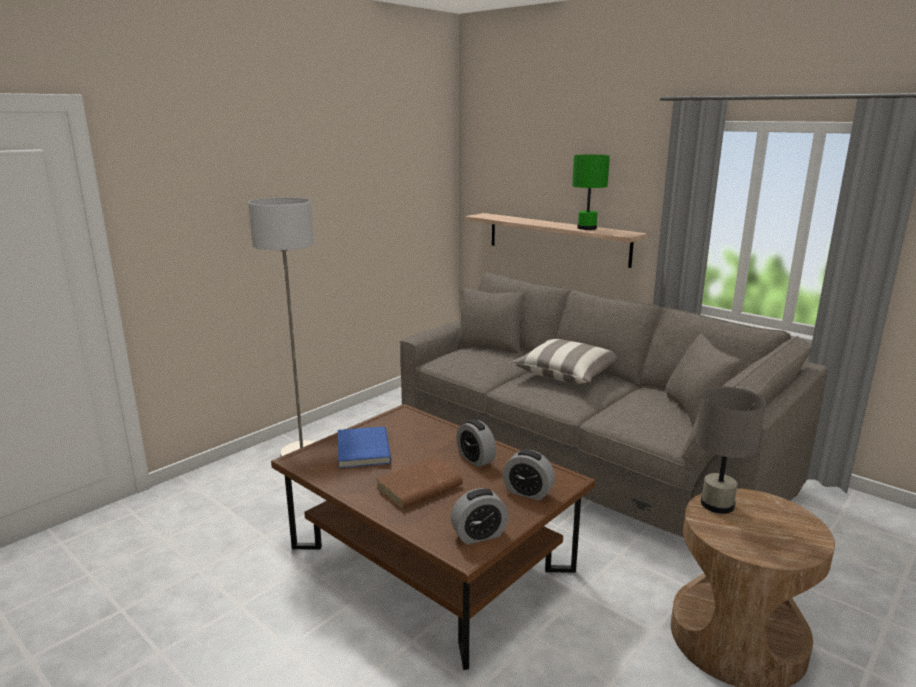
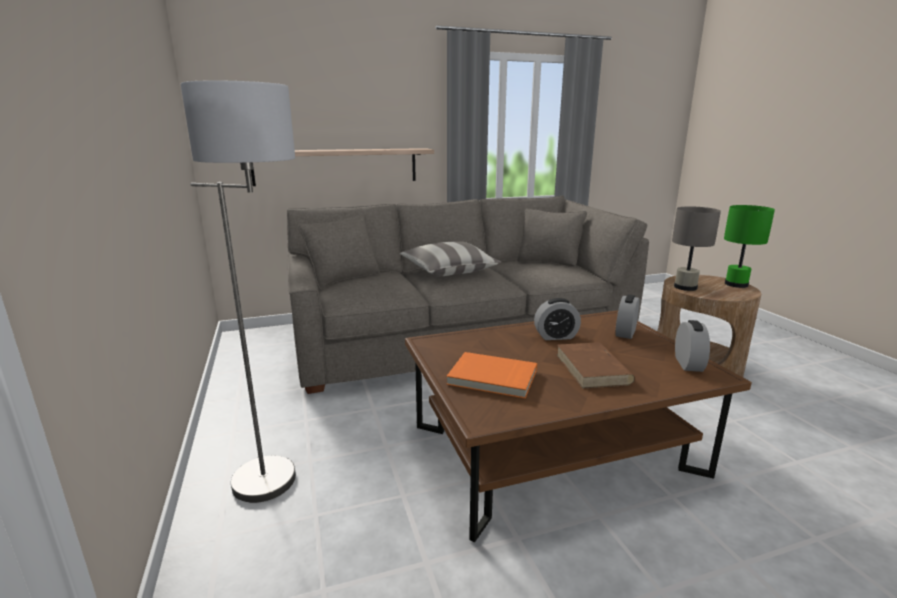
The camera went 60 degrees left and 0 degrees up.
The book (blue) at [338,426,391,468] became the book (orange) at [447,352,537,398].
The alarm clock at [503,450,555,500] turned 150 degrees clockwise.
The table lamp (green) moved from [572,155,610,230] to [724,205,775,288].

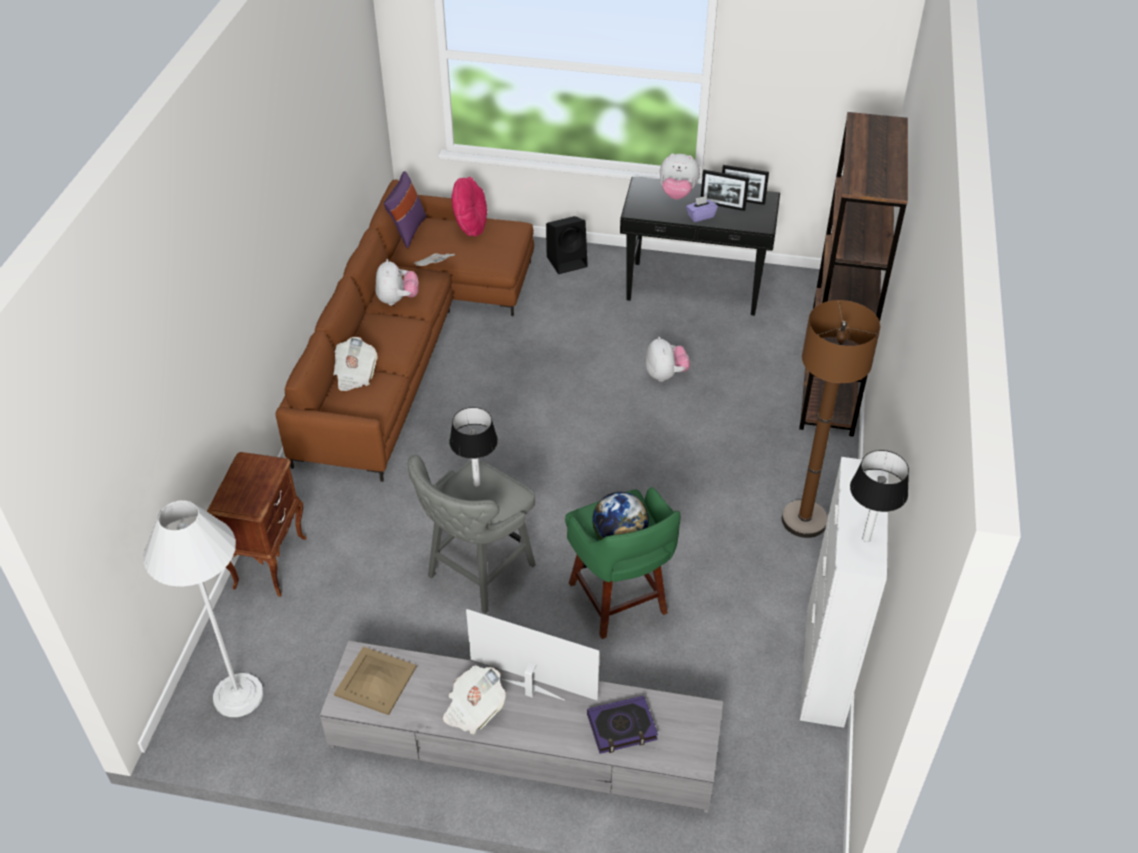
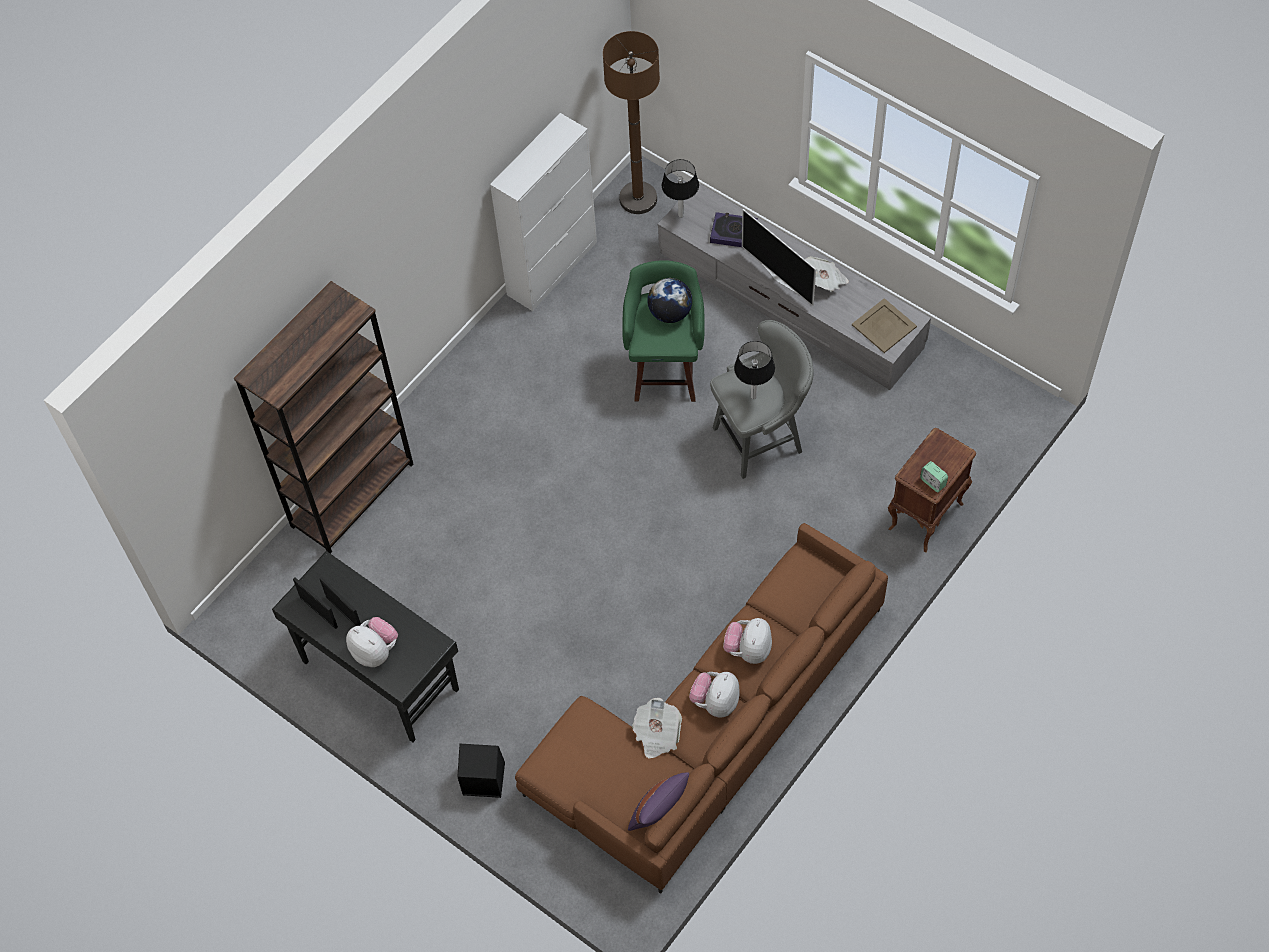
The camera went 150 degrees left and 15 degrees up.
The floor lamp (white) at [143,500,264,717] disappeared.
The newspaper at [333,337,378,391] disappeared.
The pillow (pink) at [452,177,487,237] disappeared.
The plush toy moved from [646,337,690,382] to [723,618,772,664].
The tissue box (purple) at [686,196,718,222] disappeared.
The floor lamp (brown) moved from [782,300,880,538] to [603,31,660,214].
The table lamp moved from [850,450,909,542] to [662,159,699,218].
The alarm clock at [920,461,948,492] appeared.

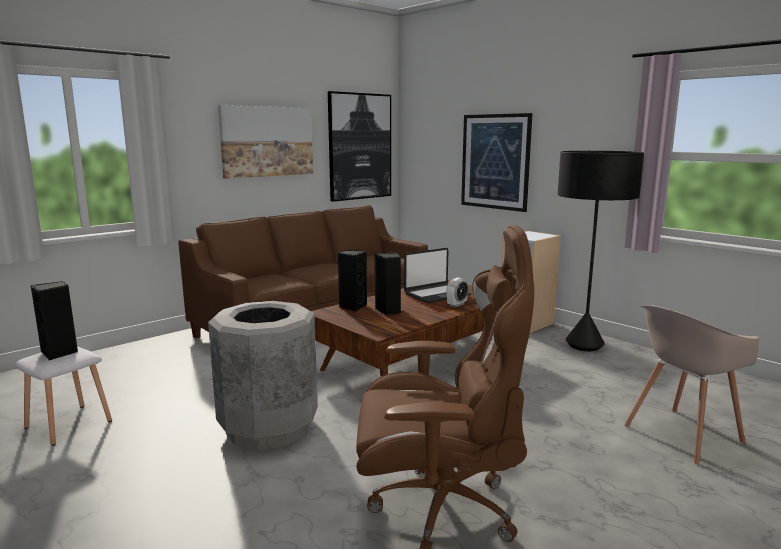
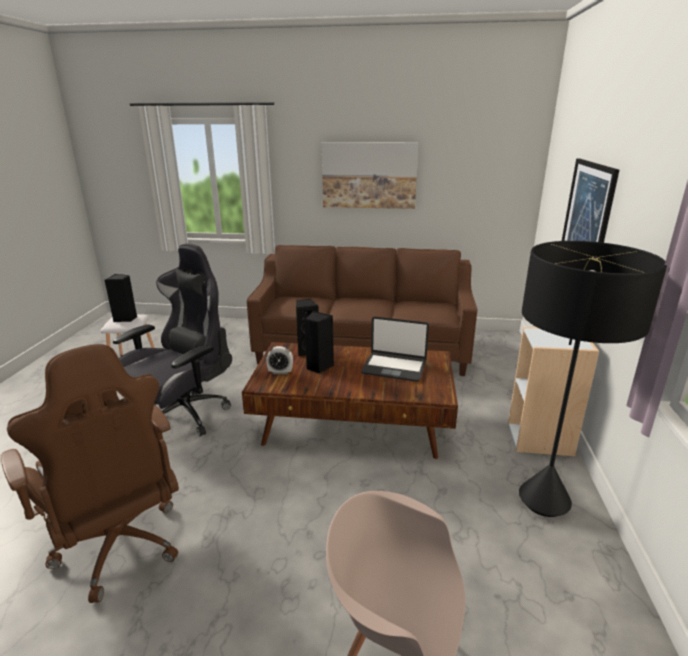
The camera went 50 degrees right and 10 degrees up.
The trash can (grey) at [208,301,318,450] was replaced by the office chair (black) at [113,243,232,436].
The picture at [328,91,391,202] disappeared.
The alarm clock moved from [447,278,468,307] to [266,346,293,374].

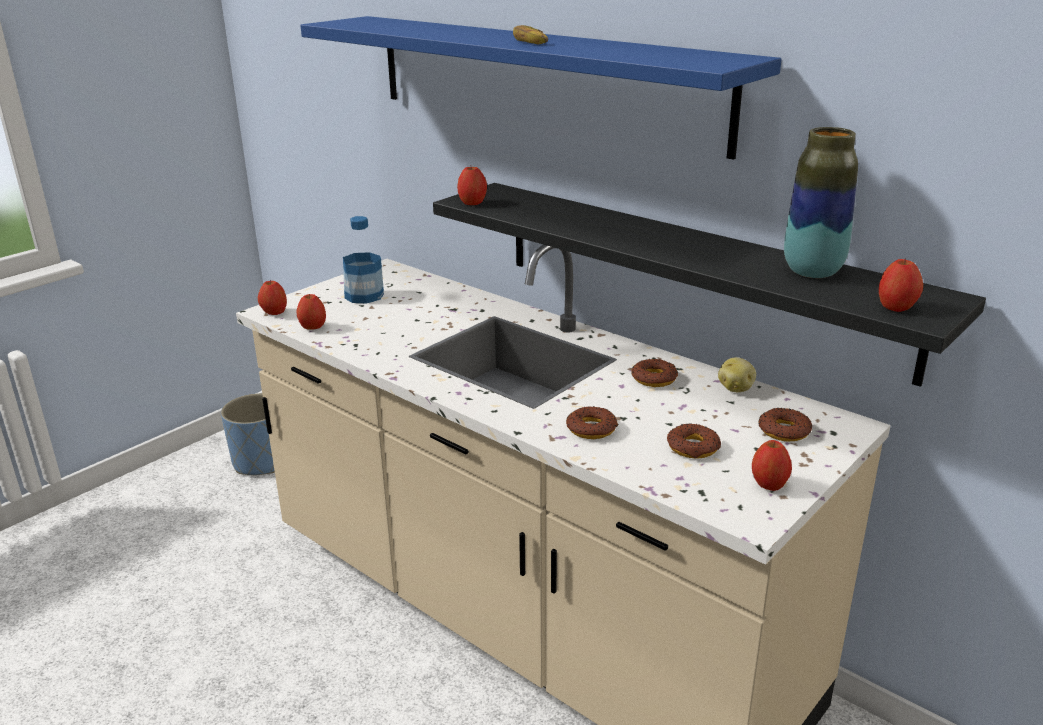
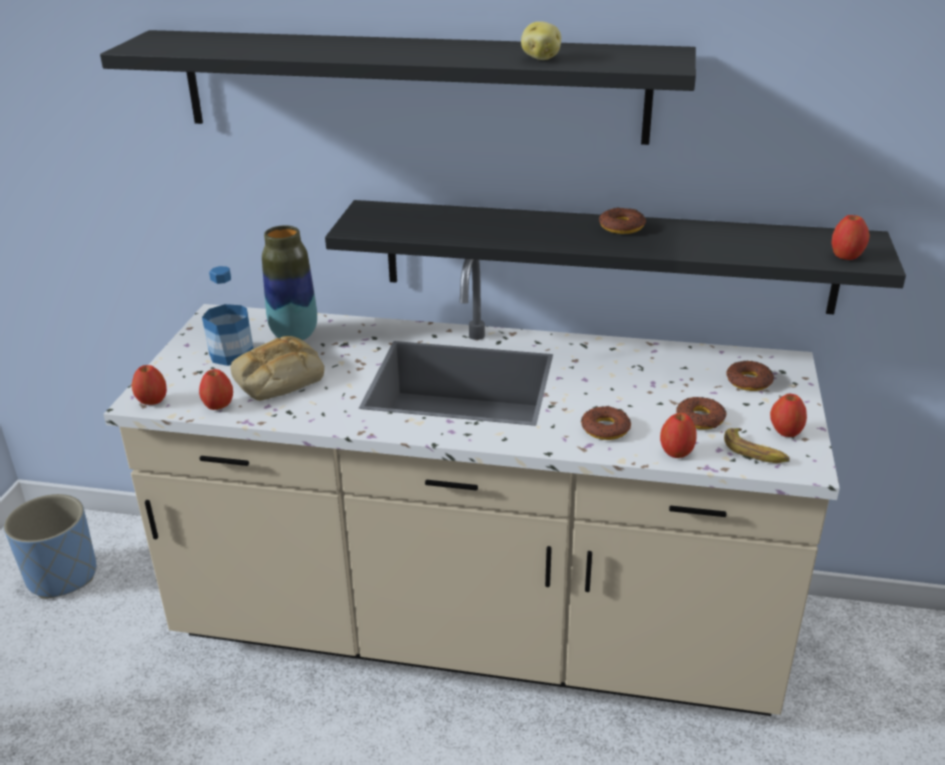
The camera went 30 degrees left and 5 degrees up.
The shelf (blue) at [300,16,781,160] became the shelf (black) at [100,30,696,145].
The apple moved from [457,167,487,205] to [660,413,697,458].
The banana moved from [513,25,548,44] to [724,428,790,463].
The donut moved from [631,359,678,387] to [599,207,646,234].
The potato moved from [718,357,756,392] to [521,21,561,60].
The vase moved from [784,127,858,278] to [262,225,317,340].
The bread at [231,336,324,401] appeared.

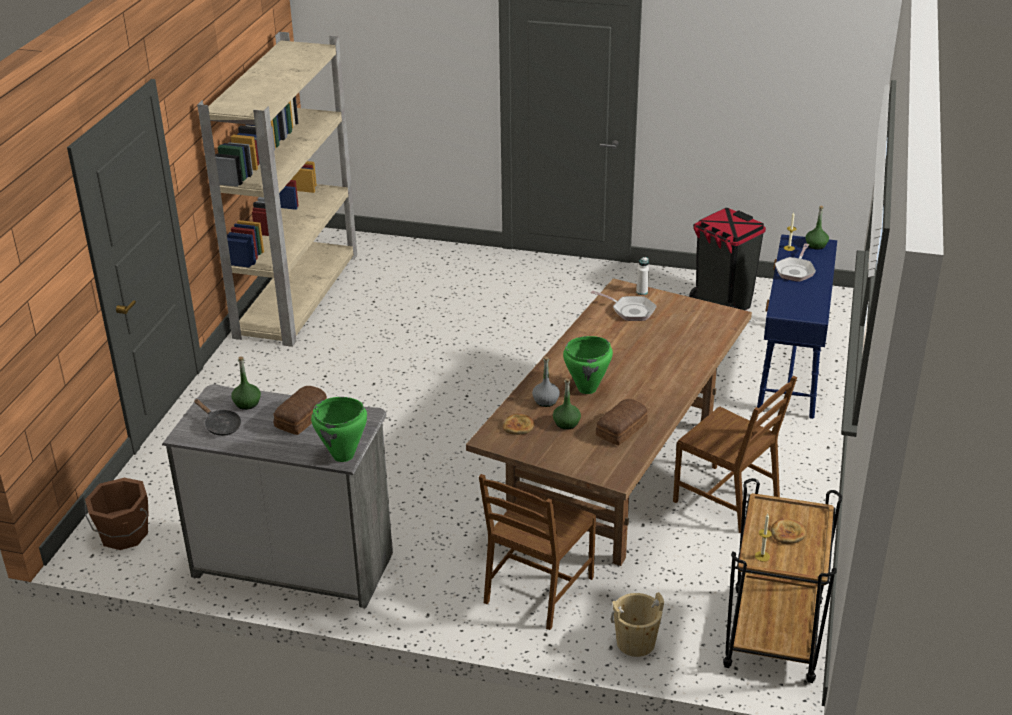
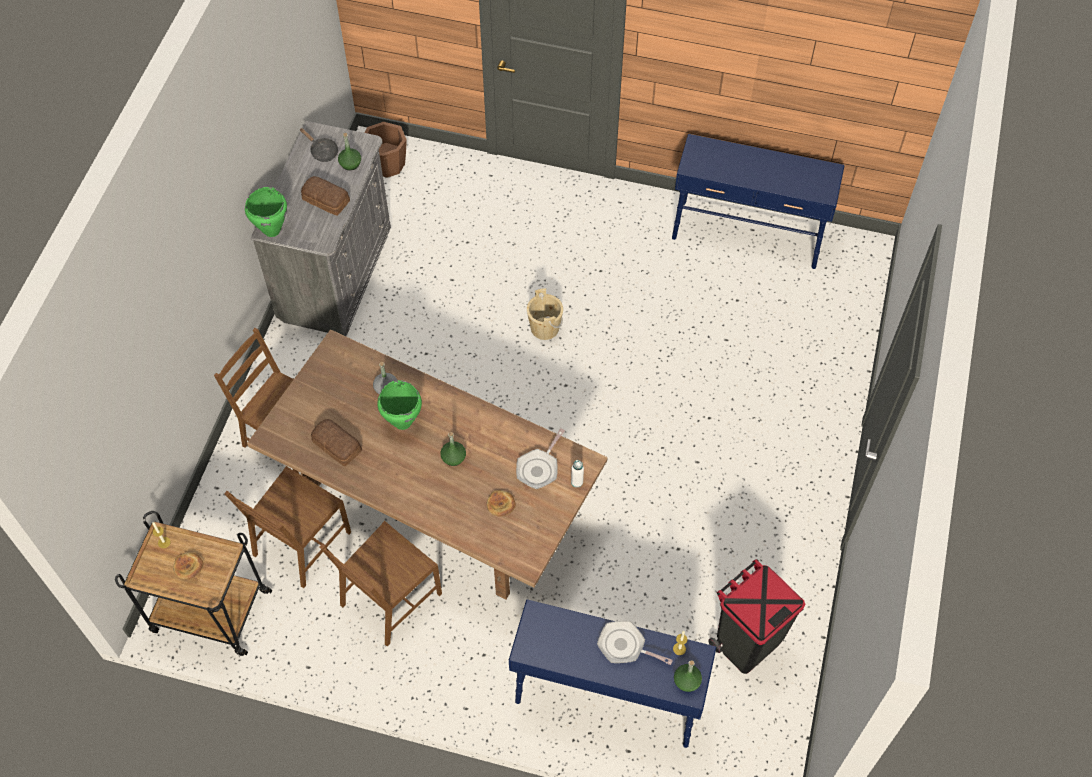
The camera went 90 degrees right and 25 degrees up.
The frying pan (black) at [194,399,241,436] turned 90 degrees counterclockwise.
The bookcase (beige) at [197,32,357,347] was replaced by the console table (blue) at [672,134,845,269].
The bread moved from [503,414,535,435] to [487,490,516,517].
The bottle (green) moved from [553,378,581,430] to [440,432,466,466].
The bucket (beige) moved from [611,592,664,657] to [527,288,563,340].
The chair (brown) at [224,466,351,588] appeared.

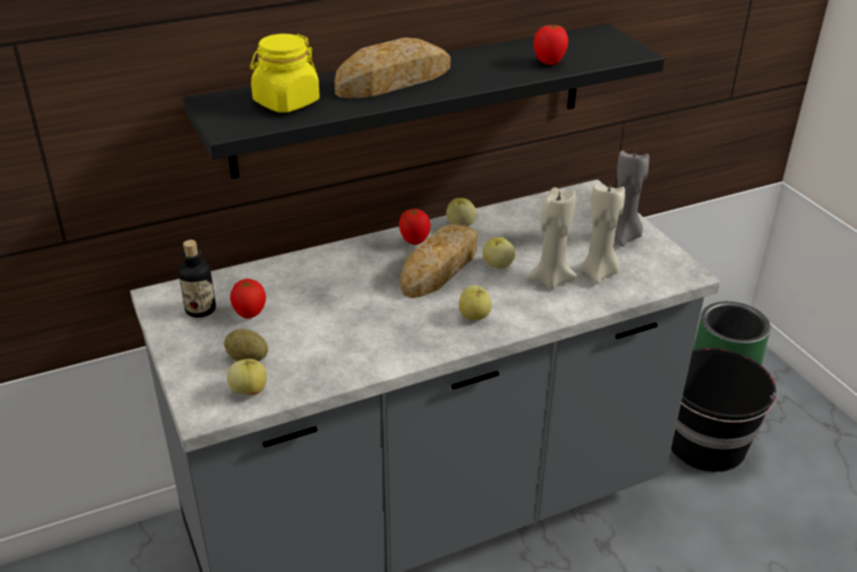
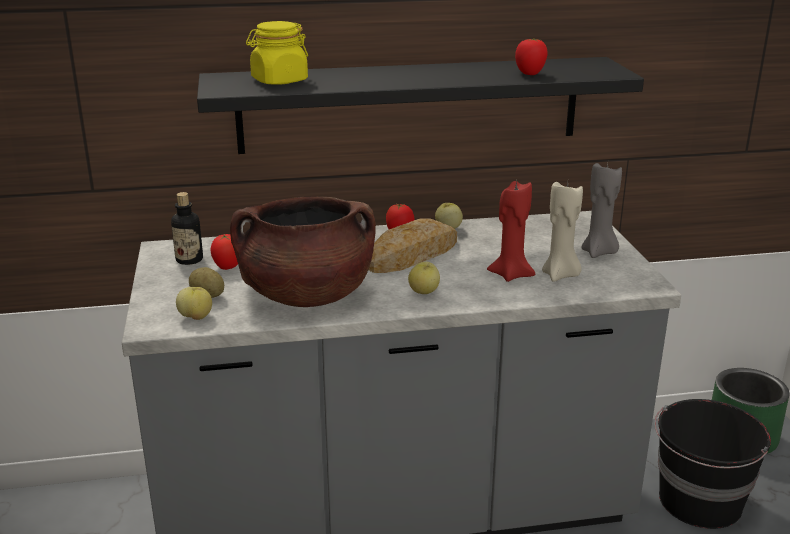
The camera went 15 degrees right and 10 degrees down.
The bread at [334,37,450,98] disappeared.
The apple at [483,237,515,269] disappeared.
The candle (beige) at [526,187,577,290] became the candle (red) at [487,180,535,282].
The cooking pot (brown) at [230,197,376,307] appeared.

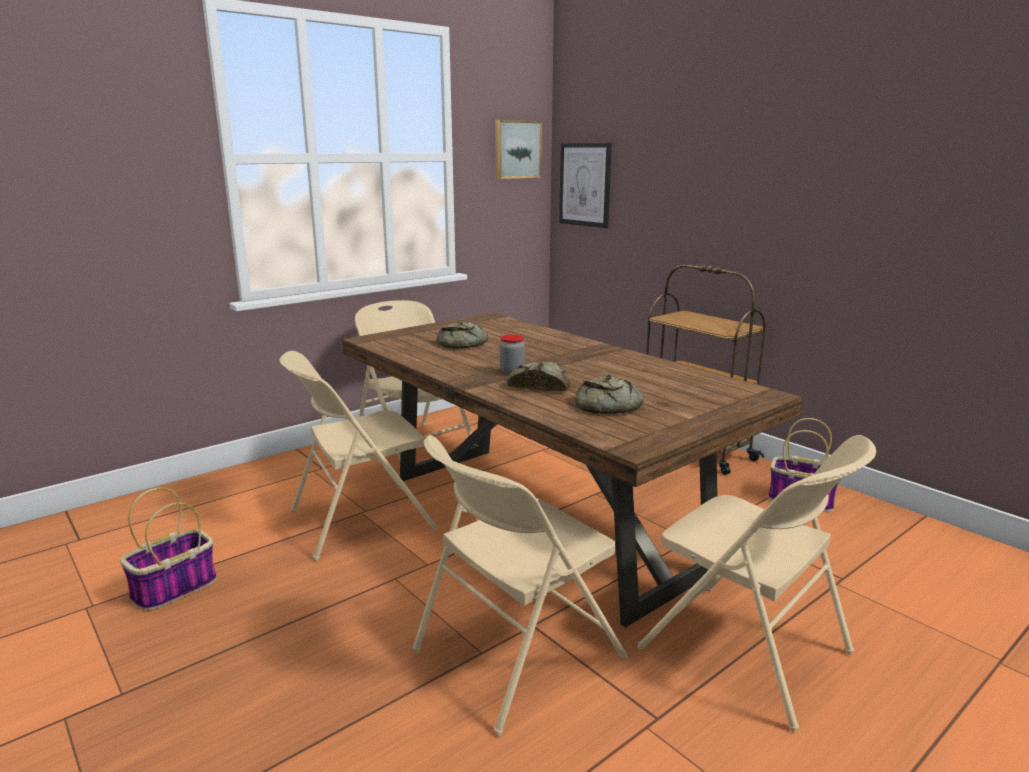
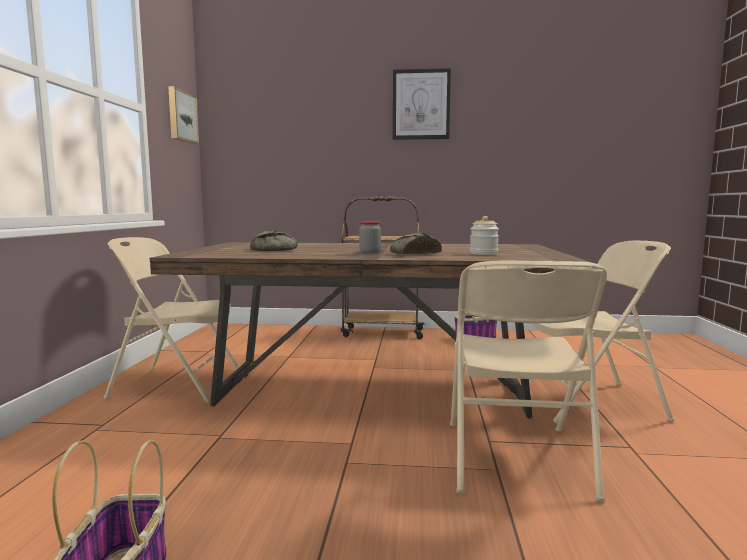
The camera went 45 degrees left and 10 degrees down.
The chair (beige) at [279,351,438,561] disappeared.
The picture moved from [559,143,612,228] to [393,68,451,140].
The bread at [575,375,644,414] was replaced by the jar at [470,216,499,255].

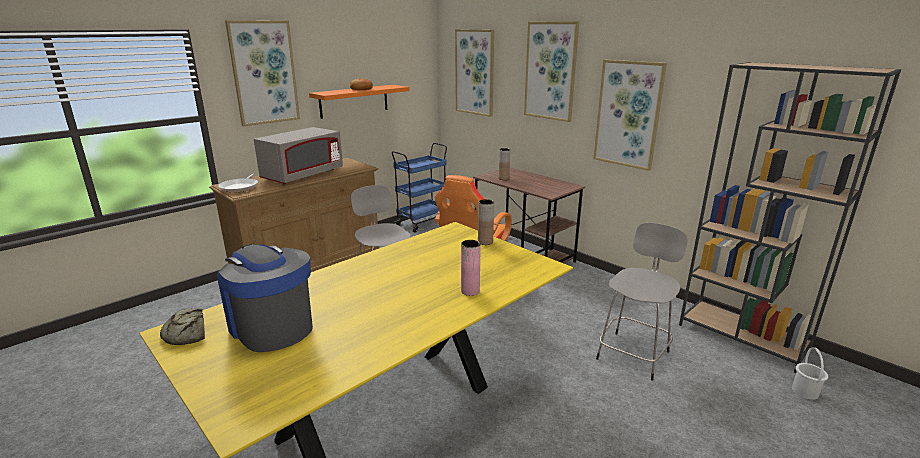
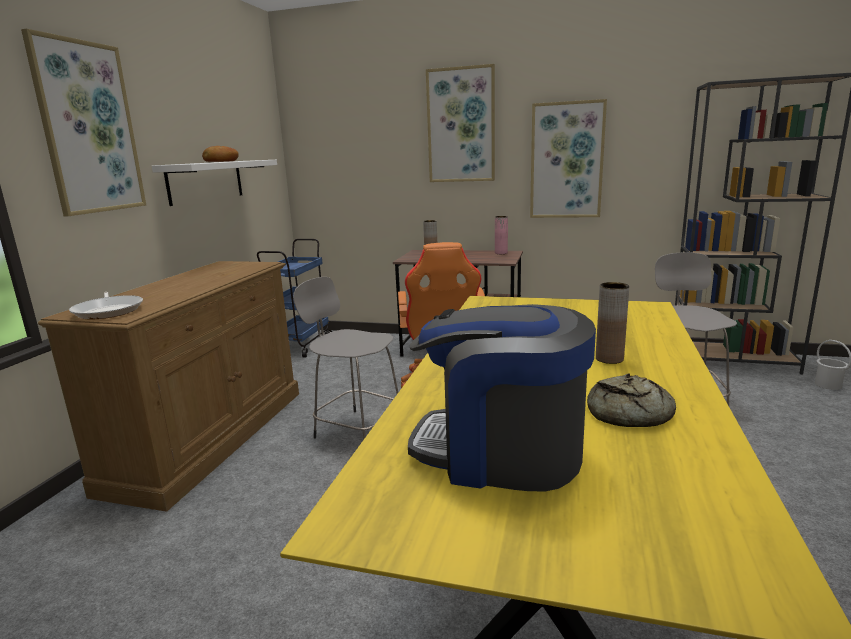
The camera went 30 degrees left and 5 degrees down.
The bread moved from [160,308,205,345] to [587,373,676,427].
The microwave (grey) at [254,127,343,184] disappeared.
The shelf (orange) at [309,85,410,119] became the shelf (white) at [152,160,277,206].
The picture at [455,29,494,117] disappeared.
The vase (pink) moved from [461,240,481,296] to [495,216,508,254].
The vase (brown) moved from [478,199,494,245] to [596,282,629,364].

